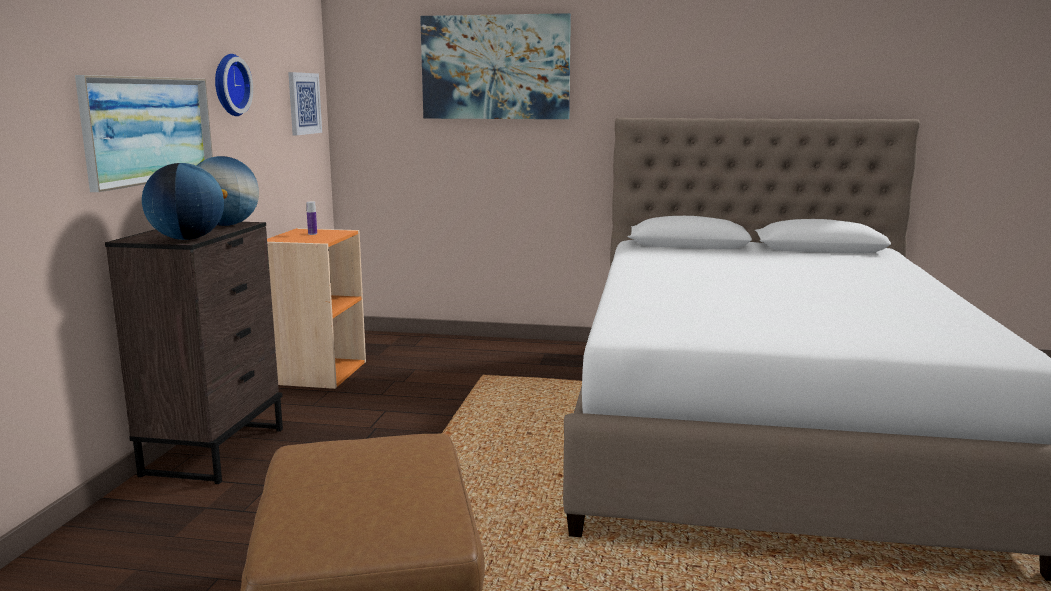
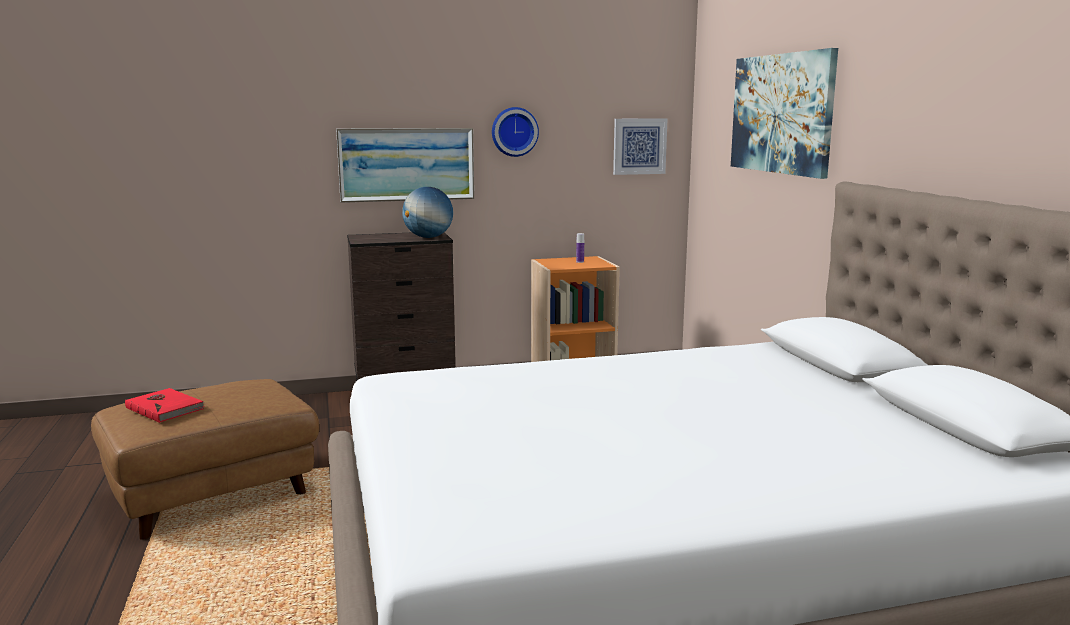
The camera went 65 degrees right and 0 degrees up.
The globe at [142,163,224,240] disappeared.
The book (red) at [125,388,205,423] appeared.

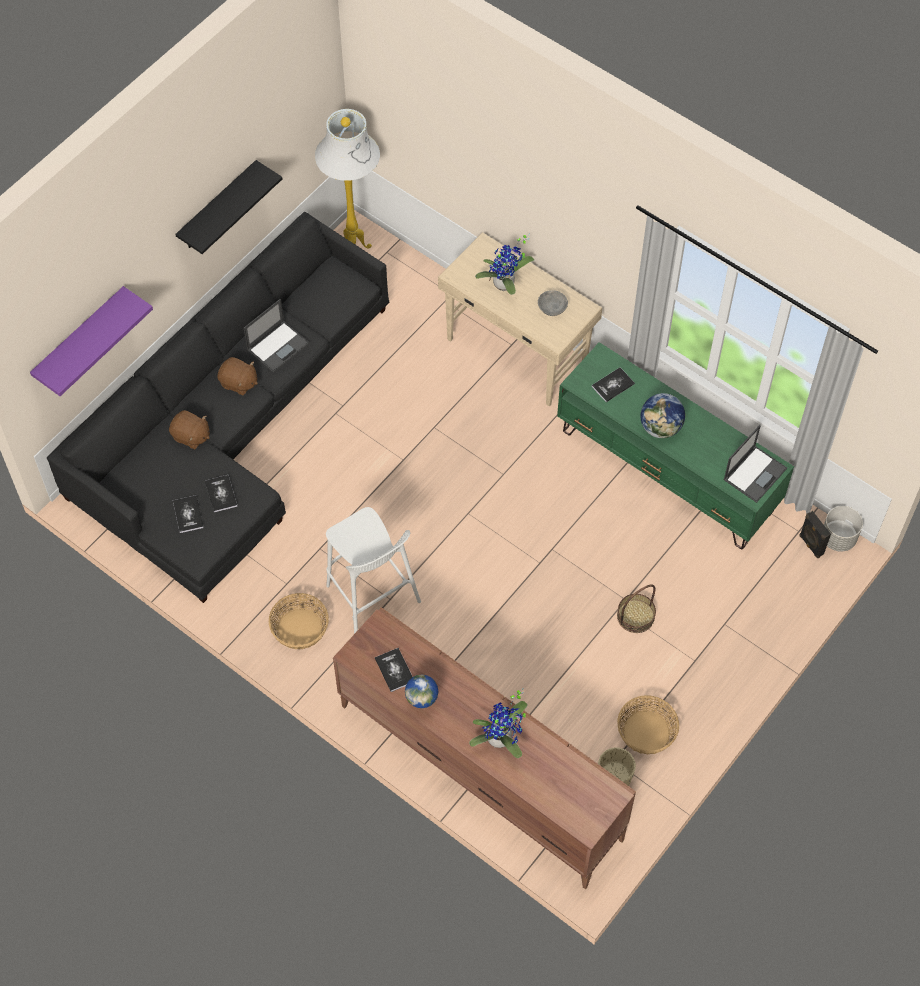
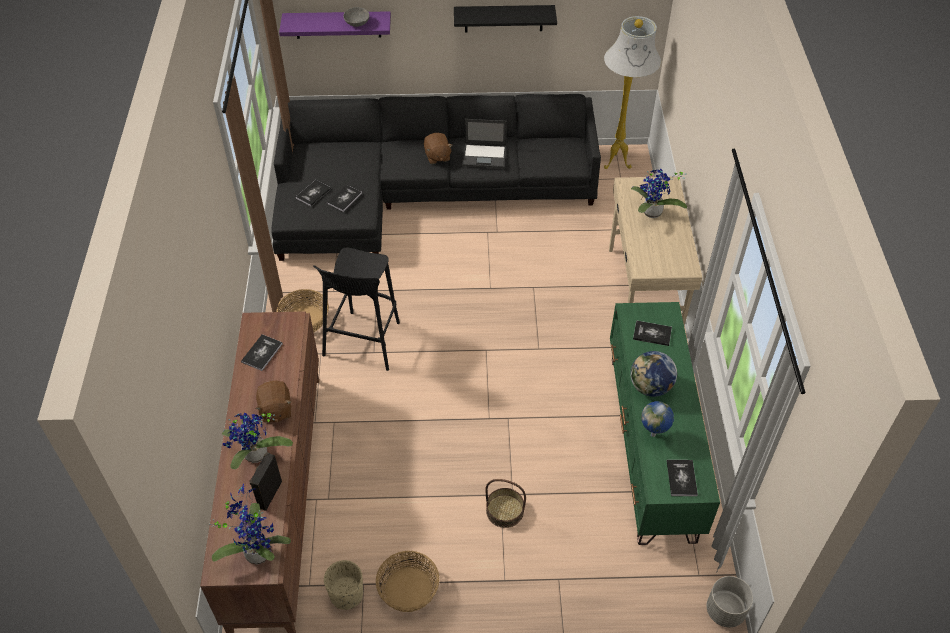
The camera went 50 degrees right and 10 degrees down.
The plush toy (brown) moved from [169,410,210,450] to [255,381,292,423].
The stool (white) at [326,507,421,634] became the stool (black) at [313,248,400,371].
The globe moved from [405,675,439,708] to [641,401,674,437].
The bowl (grey) moved from [538,290,568,316] to [343,7,370,27].
The laptop at [723,425,787,503] was replaced by the book at [667,460,698,496].
The speaker (black) moved from [800,511,831,558] to [249,452,282,511].
The potted plant at [209,483,291,565] appeared.

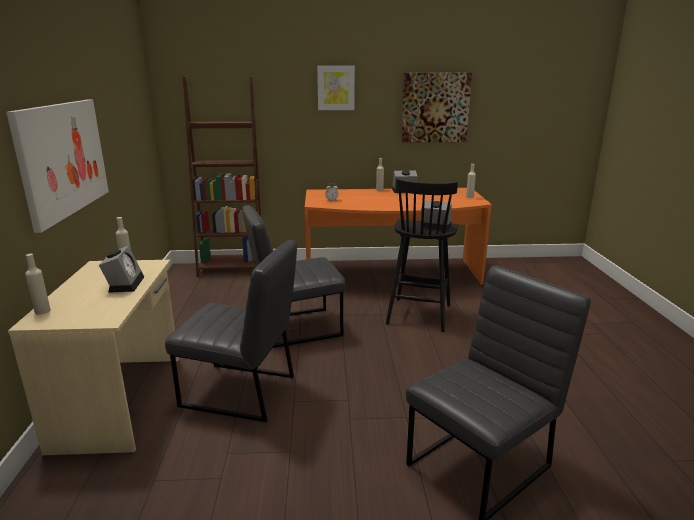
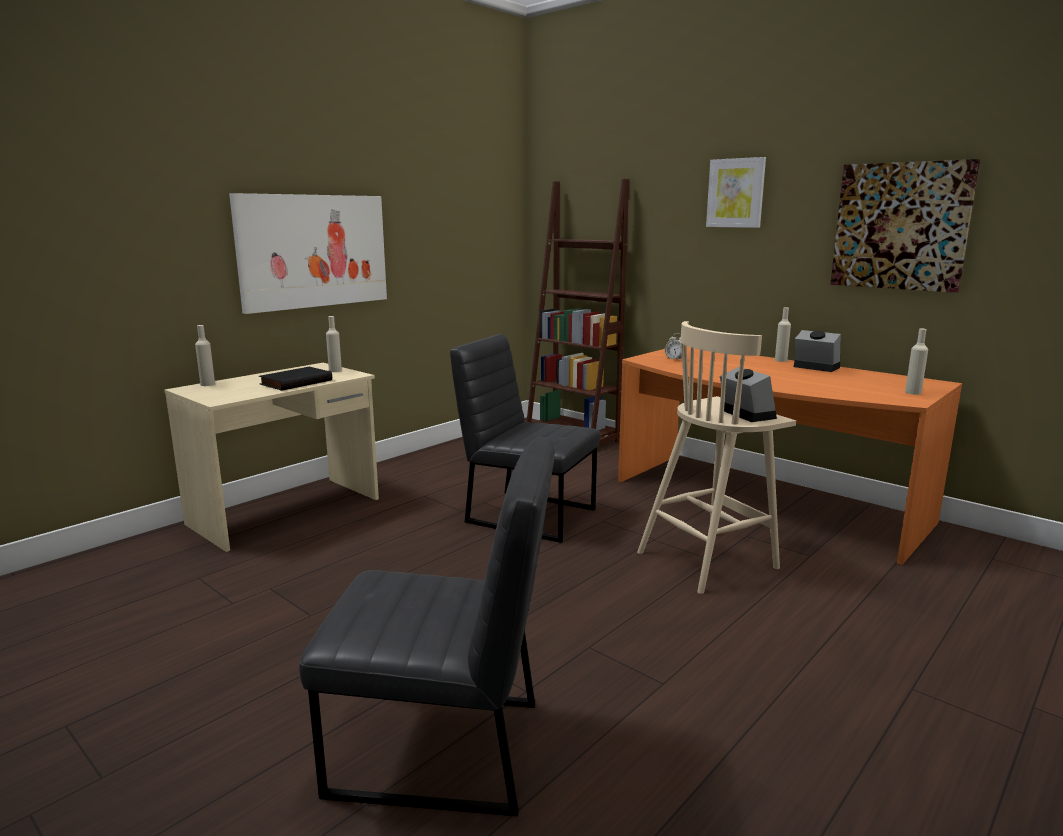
The camera went 45 degrees right and 5 degrees down.
The alarm clock at [99,246,144,293] was replaced by the book (black) at [259,367,332,391].
The chair (grey) at [165,240,297,422] disappeared.
The stool (black) at [386,178,459,332] became the stool (beige) at [637,321,796,594].

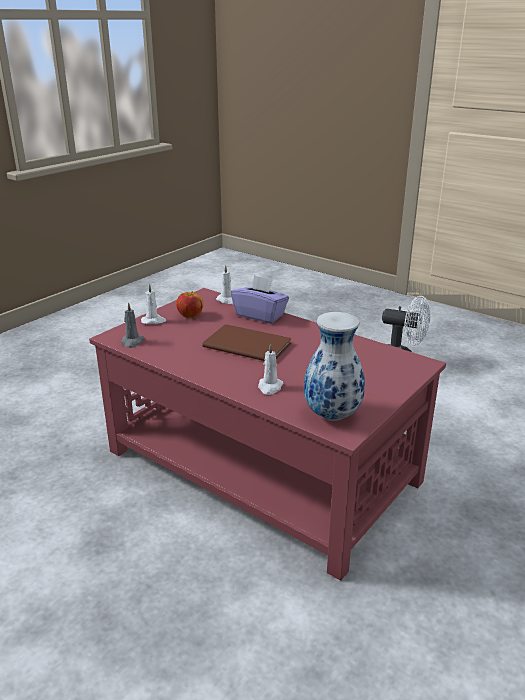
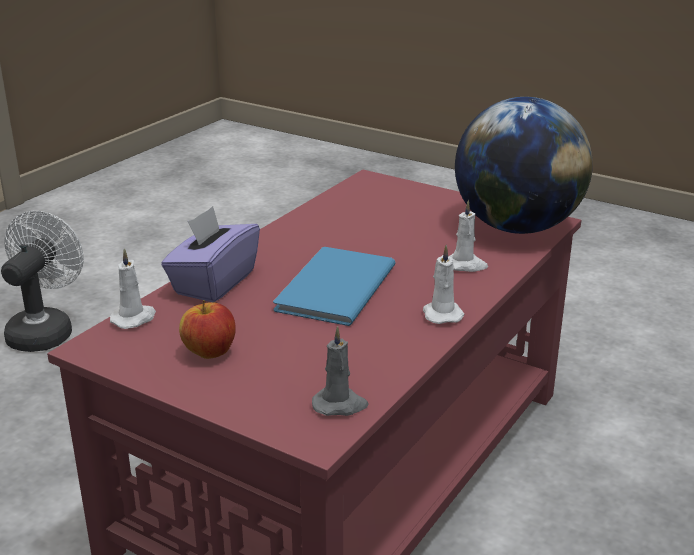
The camera went 95 degrees left and 0 degrees up.
The candle (white) moved from [141,284,166,324] to [423,245,464,324].
The book (brown) at [202,324,291,361] became the book (blue) at [273,247,396,326].
The vase at [304,312,365,421] was replaced by the globe at [455,97,593,234].

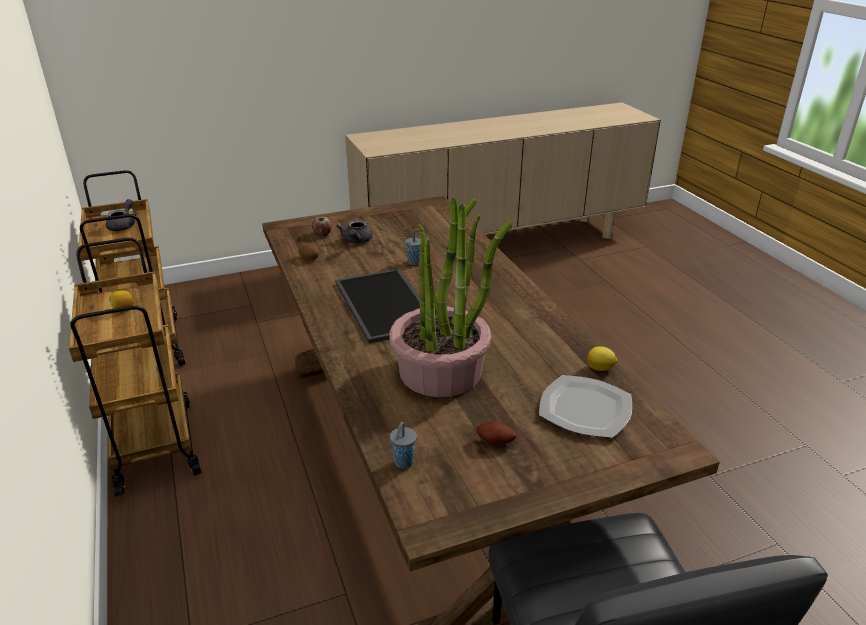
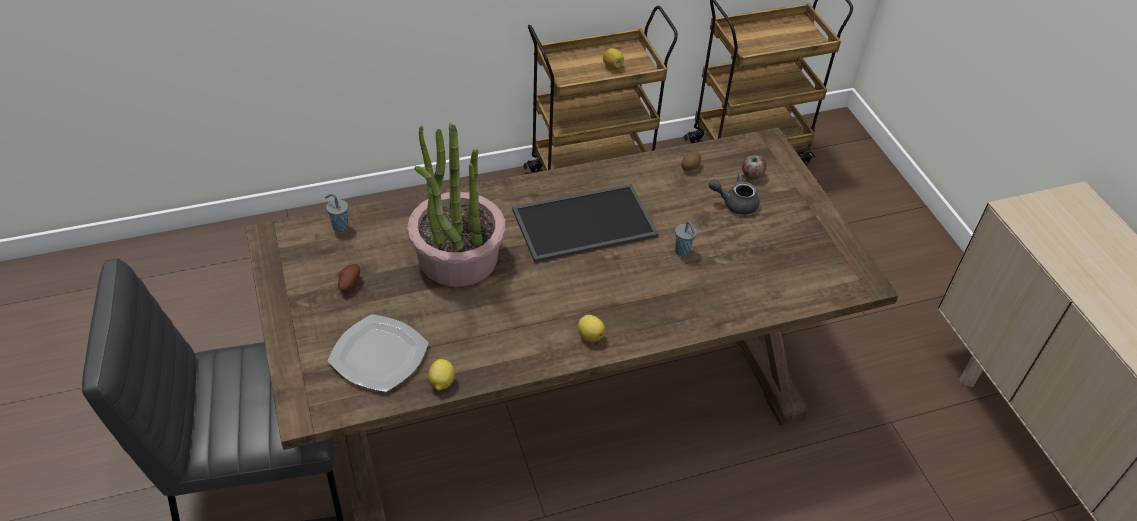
The camera went 90 degrees right and 15 degrees up.
The teapot (grey) at [106,199,137,231] disappeared.
The lemon at [578,315,605,342] appeared.

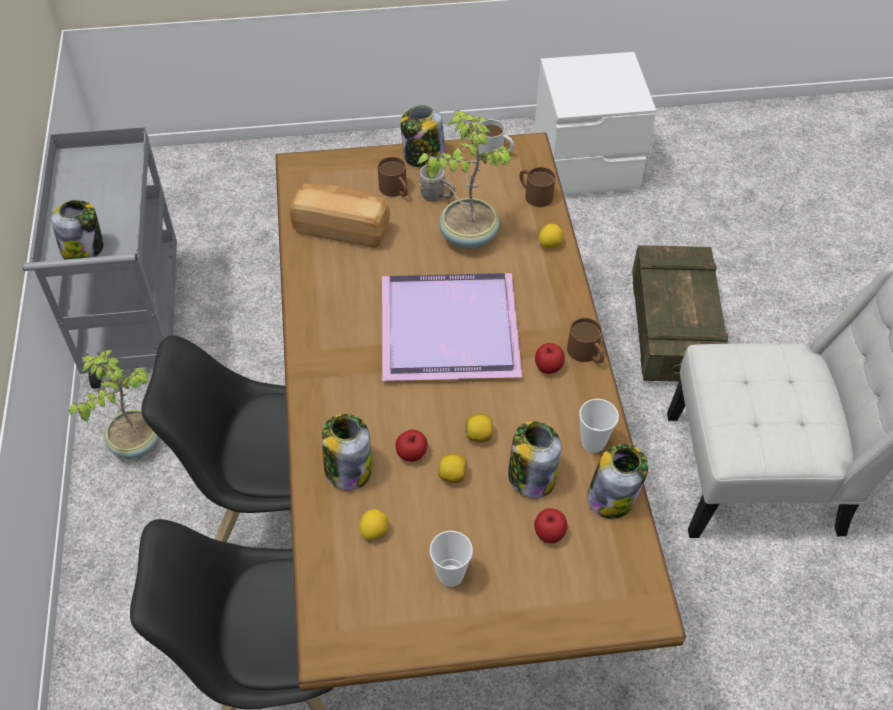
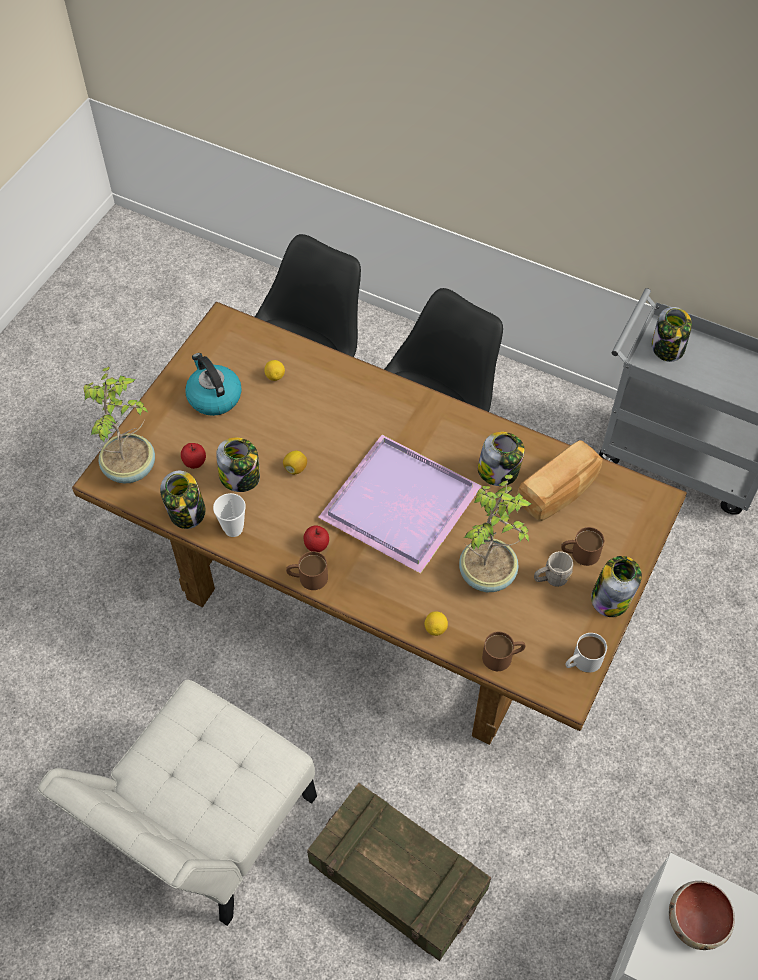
The camera went 125 degrees right and 5 degrees up.
The potted plant moved from [69,349,159,459] to [83,367,155,484].
The jar moved from [322,414,371,491] to [478,432,525,486].
The apple at [396,430,427,462] disappeared.
The cup at [430,531,473,587] was replaced by the kettle at [185,353,242,416].
The lemon at [438,454,467,483] disappeared.
The bowl at [669,881,735,950] appeared.

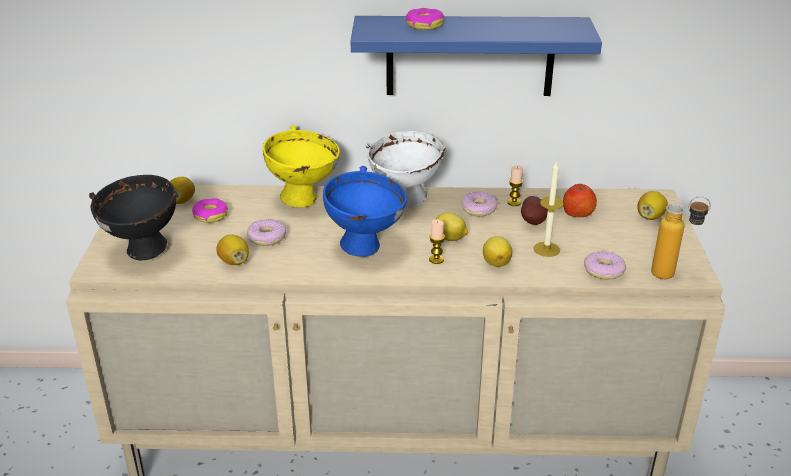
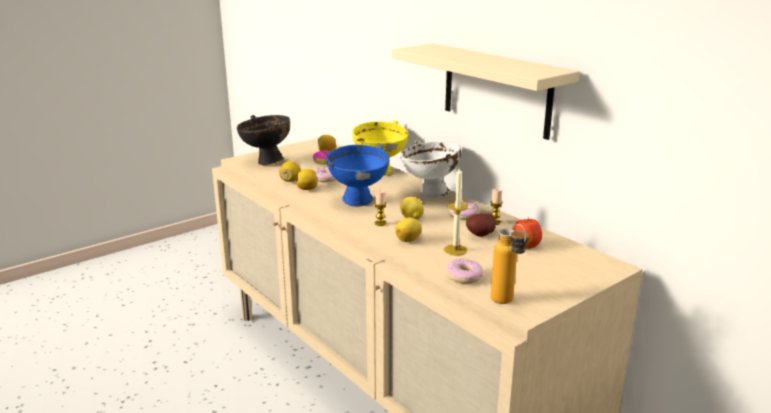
The camera went 50 degrees right and 10 degrees down.
The shelf (blue) at [350,16,602,96] became the shelf (beige) at [392,43,580,140].
The donut at [406,8,444,30] disappeared.
The lemon moved from [637,191,668,220] to [296,169,318,190].

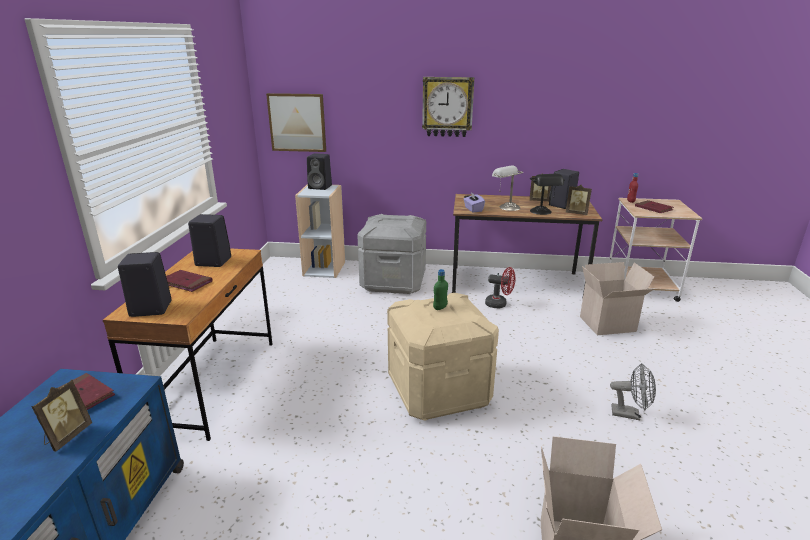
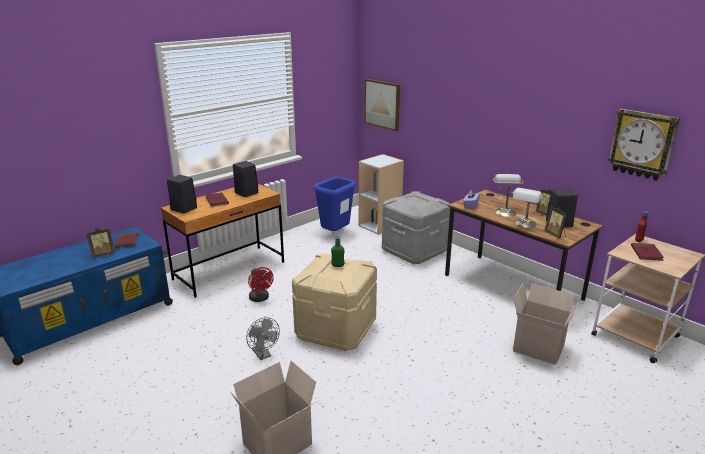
The camera went 40 degrees right and 0 degrees up.
The speaker (black) at [307,153,332,190] disappeared.
The wall clock moved from [422,77,474,137] to [608,109,680,181].
The fan (red) moved from [485,267,515,308] to [248,267,274,302].
The table lamp (black) at [530,174,565,215] became the table lamp (white) at [512,188,546,228].
The fan (grey) moved from [610,363,656,420] to [246,317,280,360].
The trash can (blue) at [314,177,356,235] appeared.

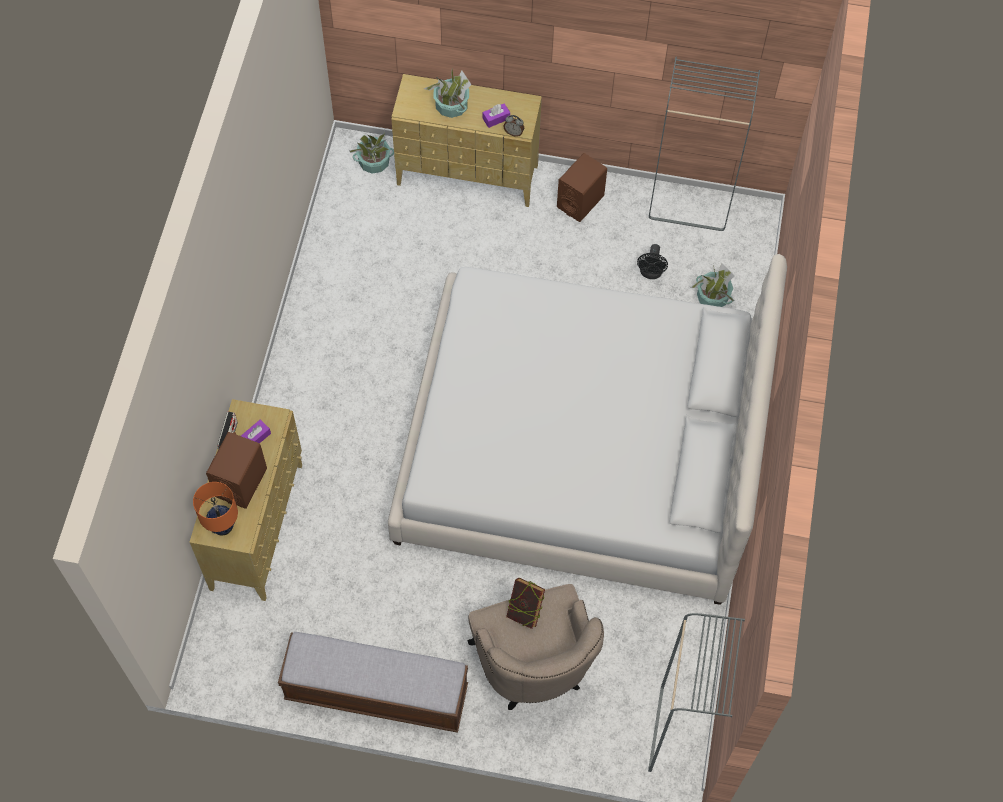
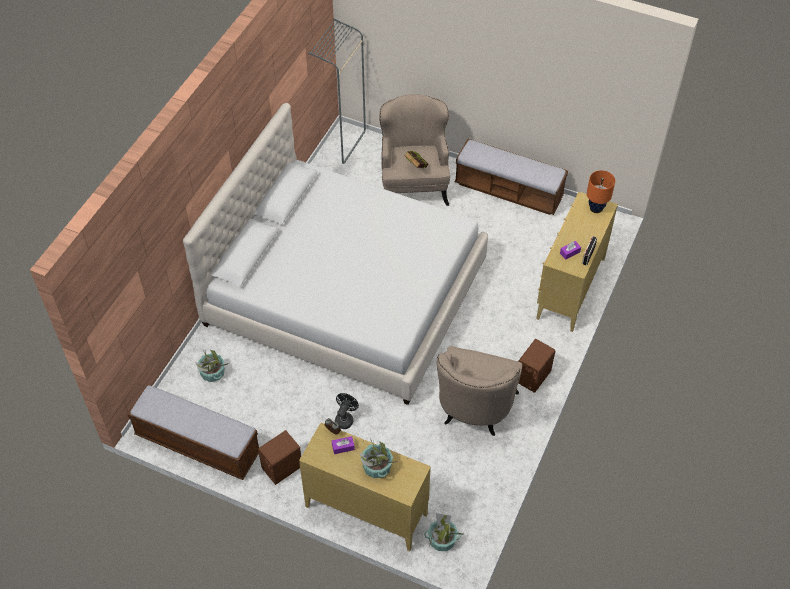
The camera went 165 degrees left and 10 degrees down.
The speaker (brown) moved from [206,432,267,509] to [518,339,555,393].
The fan (black) moved from [637,244,668,279] to [335,393,359,429].
The clothes rack (grey) at [649,57,760,231] was replaced by the bench at [127,385,259,480].
The armchair (beige) at [437,346,522,436] appeared.

